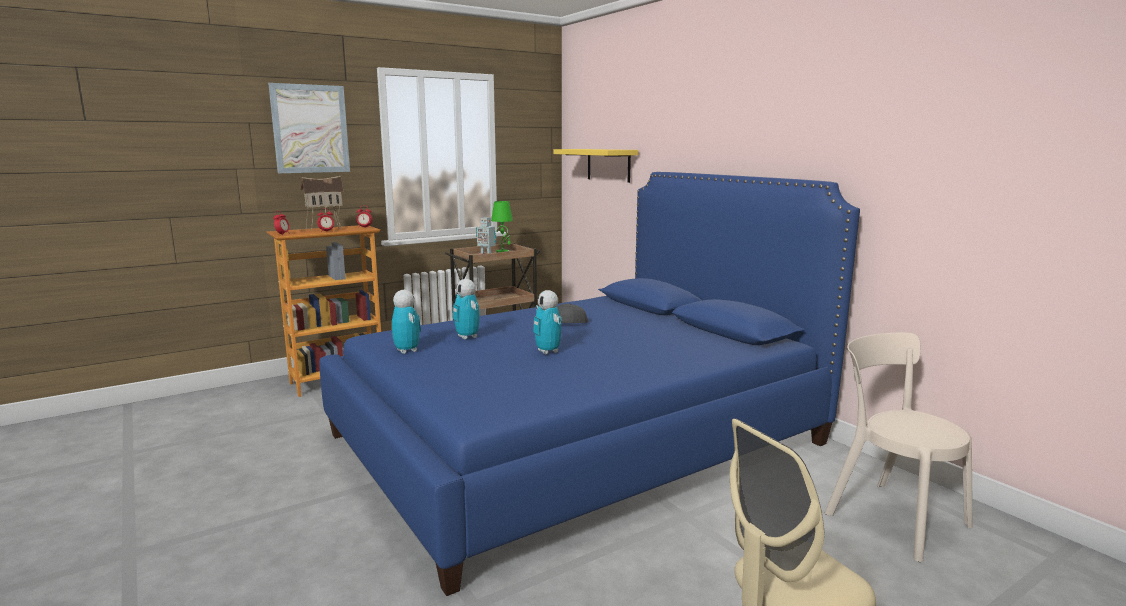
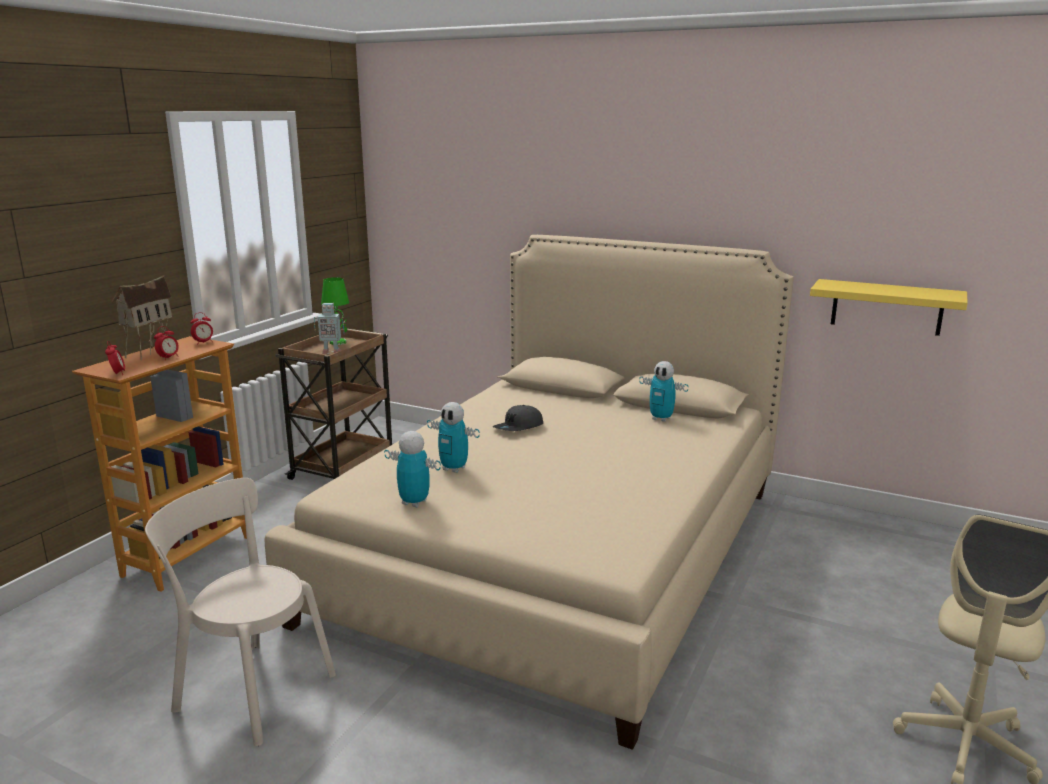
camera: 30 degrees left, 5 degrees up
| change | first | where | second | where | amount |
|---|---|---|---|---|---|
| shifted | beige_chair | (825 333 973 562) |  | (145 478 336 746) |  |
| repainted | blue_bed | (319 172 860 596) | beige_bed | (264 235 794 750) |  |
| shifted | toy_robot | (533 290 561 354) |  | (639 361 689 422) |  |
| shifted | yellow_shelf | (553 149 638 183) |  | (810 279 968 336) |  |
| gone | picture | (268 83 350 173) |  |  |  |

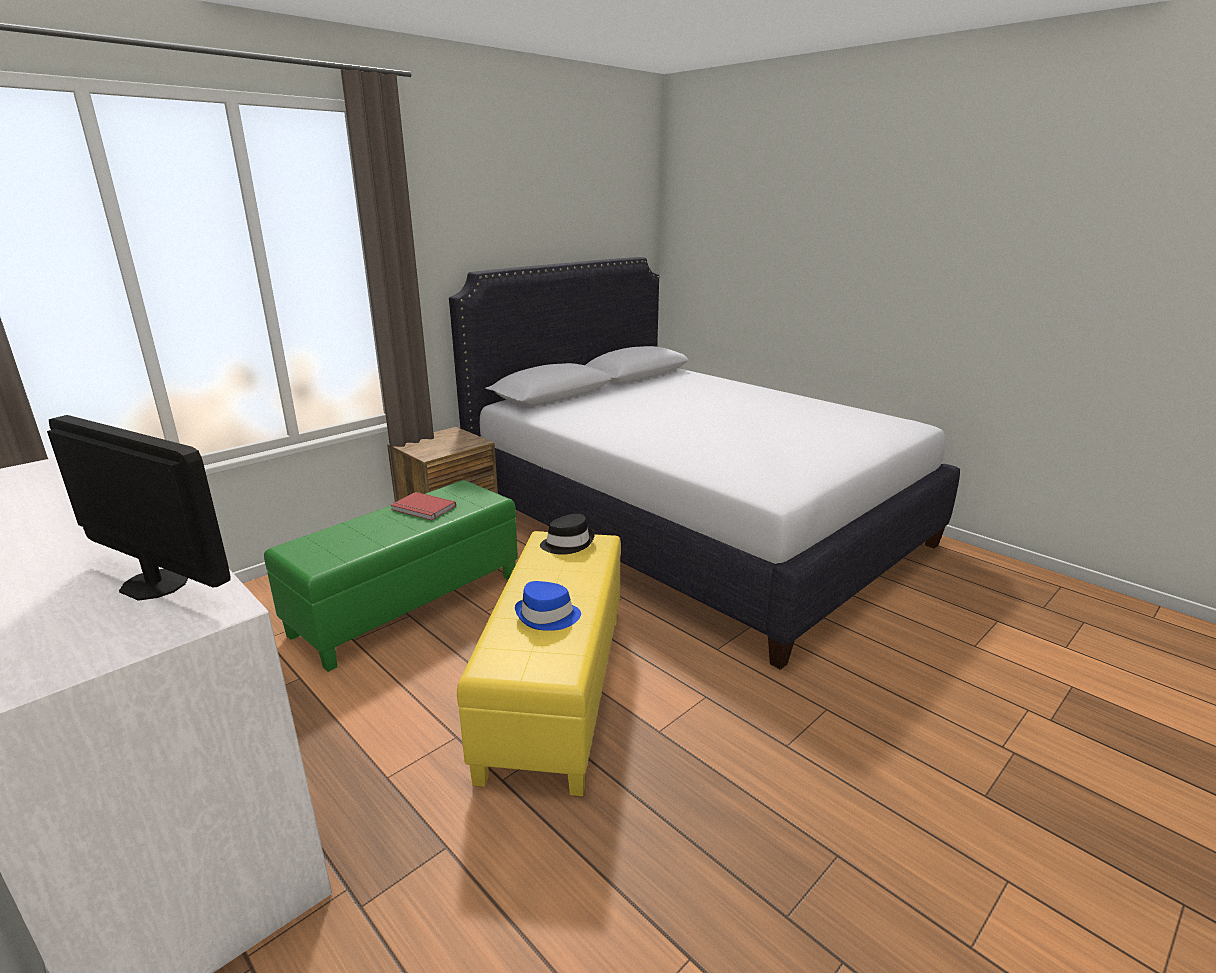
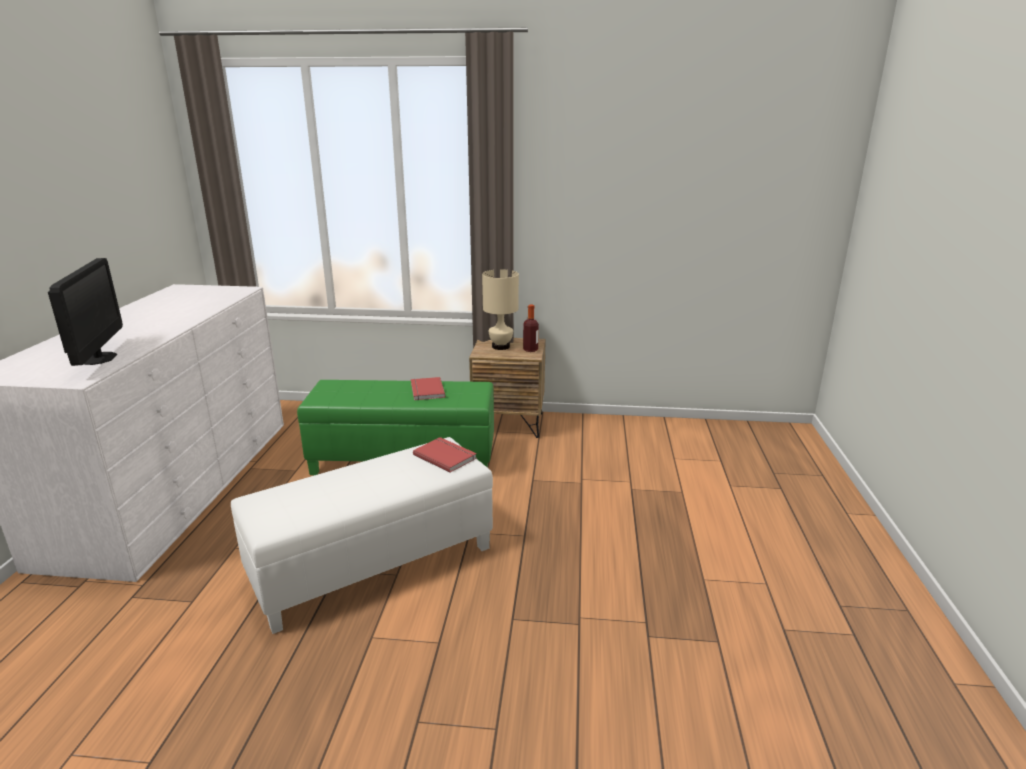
camera: 50 degrees right, 0 degrees up
| change | first | where | second | where | amount |
|---|---|---|---|---|---|
| repainted | yellow_ottoman | (457 531 621 796) | white_ottoman | (231 437 493 634) |  |
| swapped | black_hat | (540 514 595 555) | red_book | (413 437 477 473) |  |
| new |  |  | beige_table_lamp | (482 269 519 350) |  |
| new |  |  | bottle | (523 304 539 352) |  |
| gone | white_bed | (449 257 960 670) |  |  |  |
| gone | blue_hat | (515 581 581 631) |  |  |  |

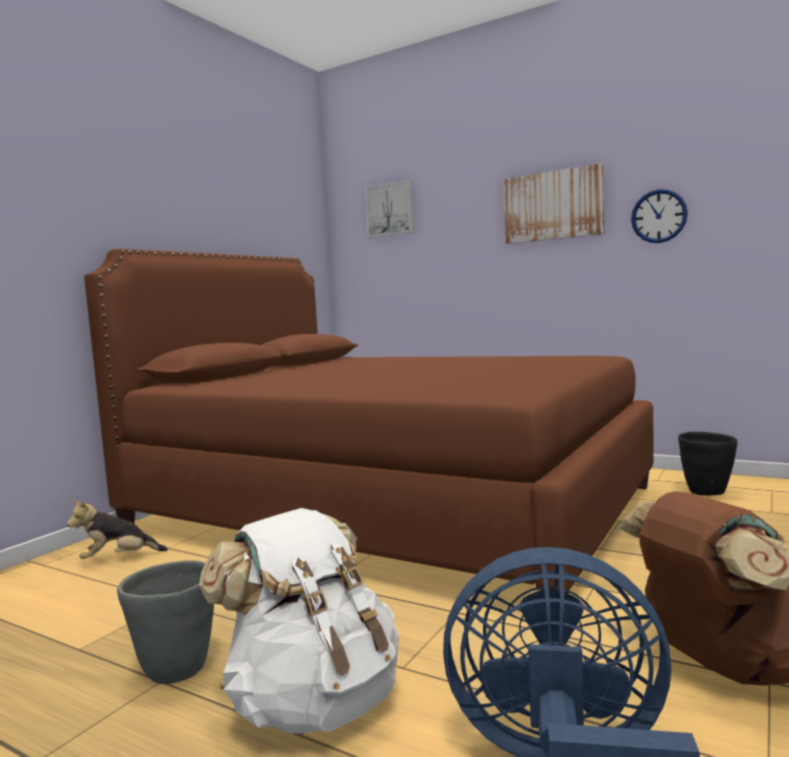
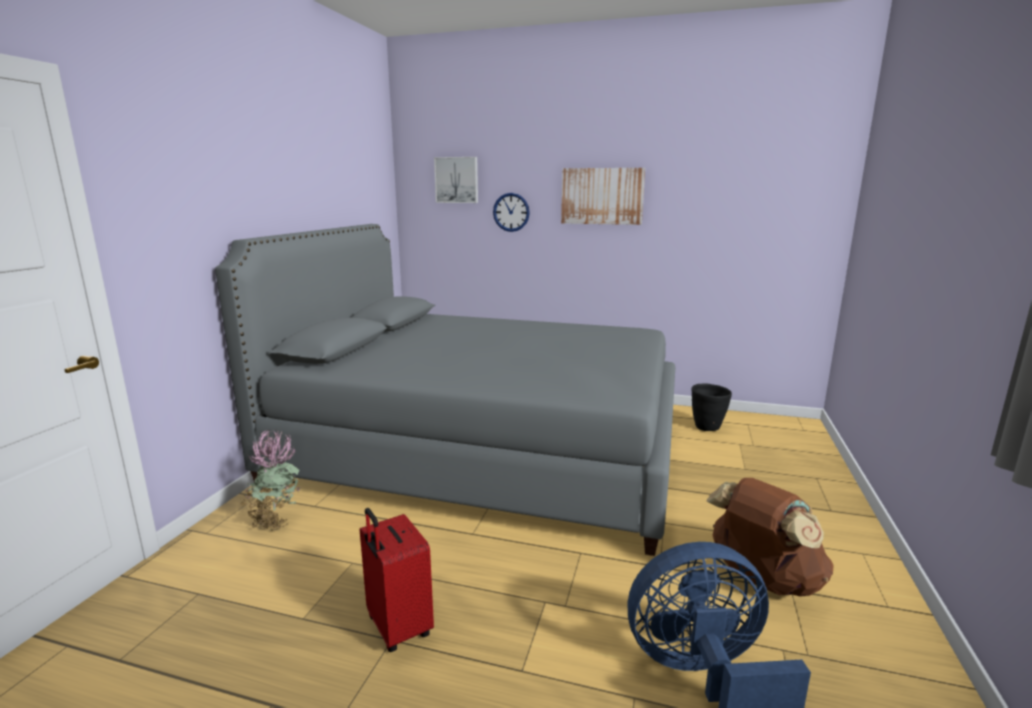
camera: 15 degrees left, 10 degrees up
| change | first | where | second | where | amount |
|---|---|---|---|---|---|
| repainted | brown_bed | (84 249 654 594) | grey_bed | (215 224 675 556) |  |
| swapped | plush_toy | (66 500 168 559) | potted_plant | (240 429 300 530) |  |
| swapped | grey_planter | (117 560 214 684) | red_suitcase | (360 508 434 652) |  |
| shifted | wall_clock | (631 189 688 243) |  | (493 193 530 232) |  |
| gone | white_backpack | (199 508 399 734) |  |  |  |

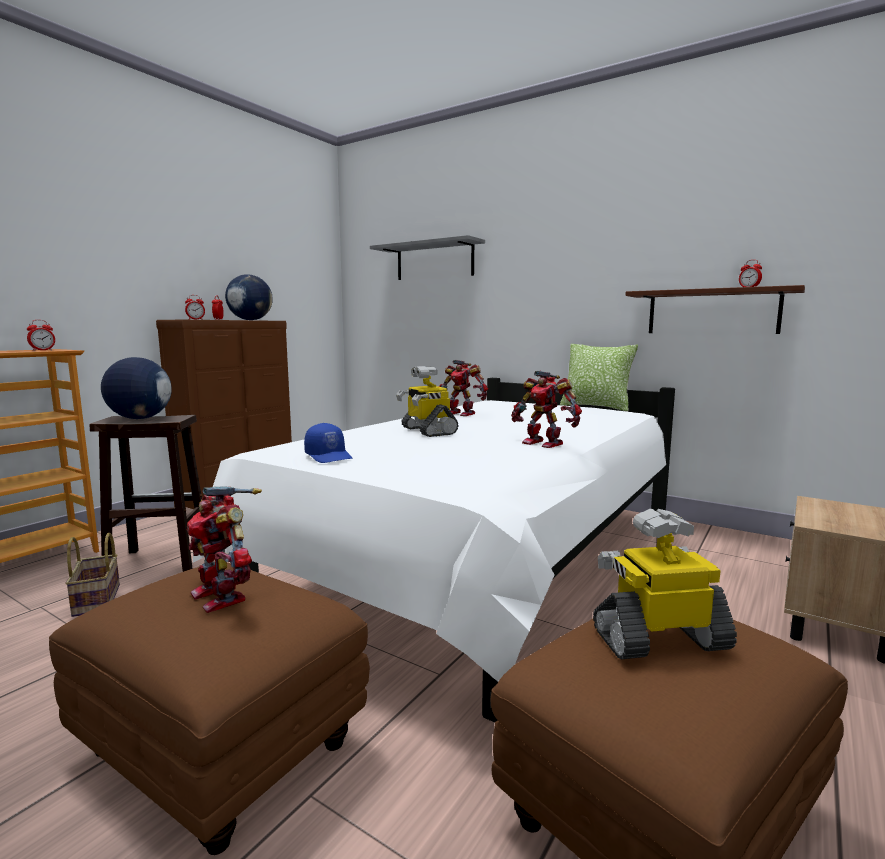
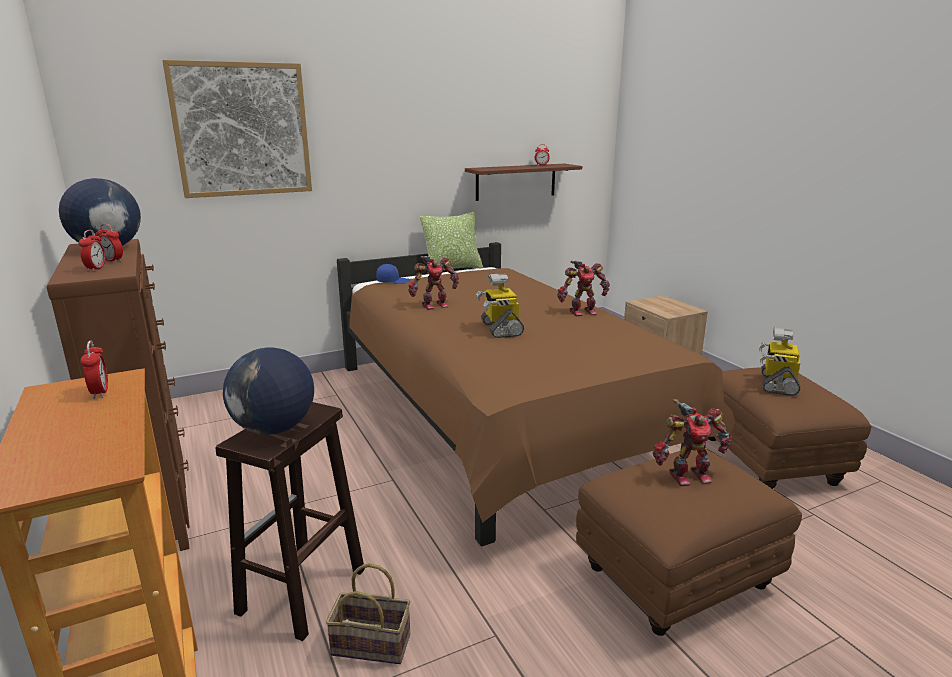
camera: 60 degrees left, 10 degrees up
| change | first | where | second | where | amount |
|---|---|---|---|---|---|
| swapped | grey_shelf | (370 235 485 280) | picture | (162 60 312 198) |  |
| repainted | white_bed | (193 378 675 722) | brown_bed | (337 242 735 547) |  |
| shifted | blue_cap | (304 423 353 463) |  | (376 264 410 284) |  |
| rotated | toy_robot | (396 366 458 437) |  | (476 274 524 338) | 75 degrees clockwise |

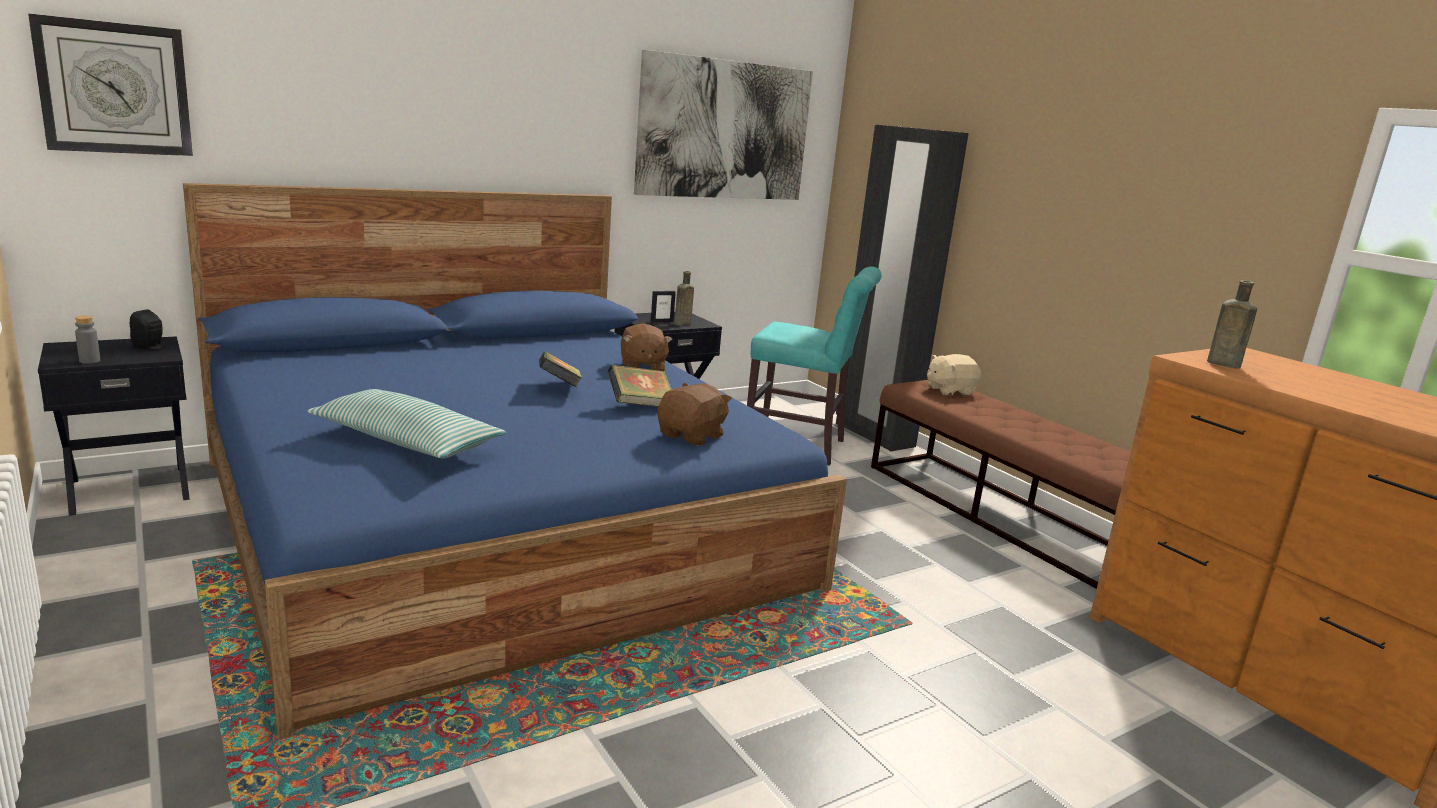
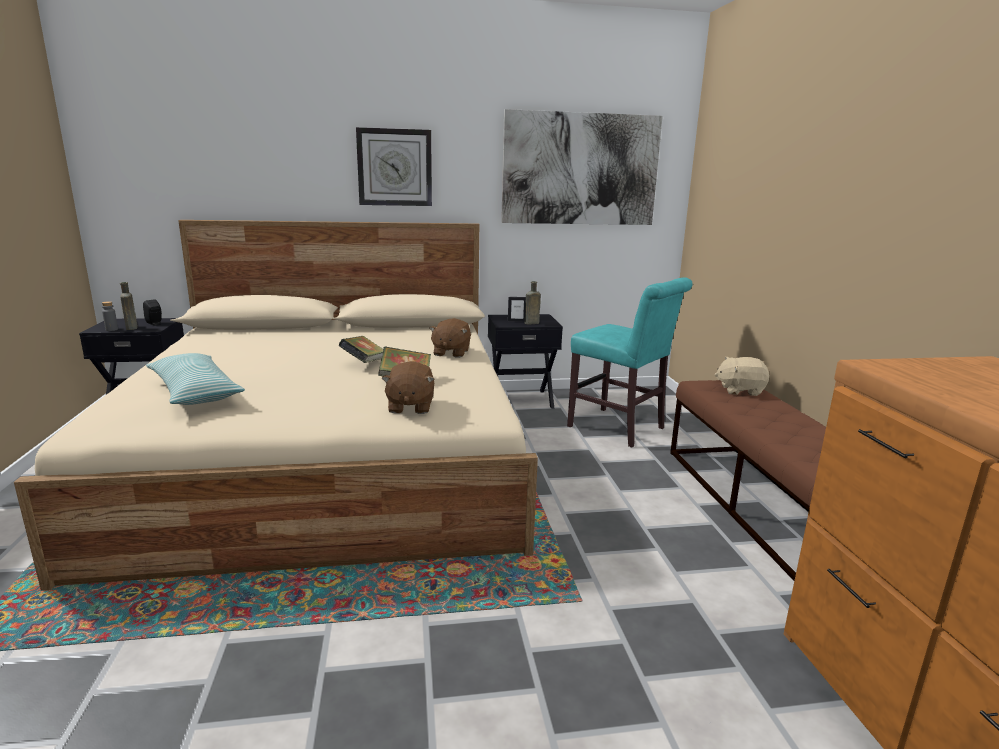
camera: 25 degrees right, 0 degrees up
| change | first | where | second | where | amount |
|---|---|---|---|---|---|
| repainted | blue_bed | (183 183 847 739) | beige_bed | (14 220 538 591) |  |
| shifted | brown_bottle | (1207 281 1257 369) |  | (120 282 138 330) |  |
| shifted | wall_clock | (28 13 193 156) |  | (356 127 432 206) |  |
| rotated | brown_plush_toy | (658 383 732 446) |  | (381 361 434 414) | 120 degrees clockwise |
| gone | black_wardrobe | (836 125 969 451) |  |  |  |

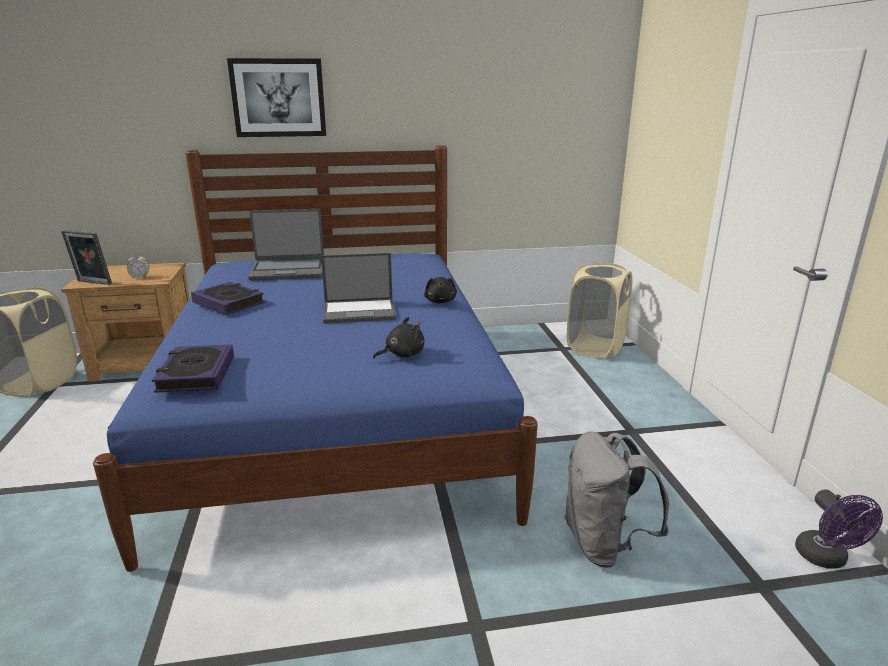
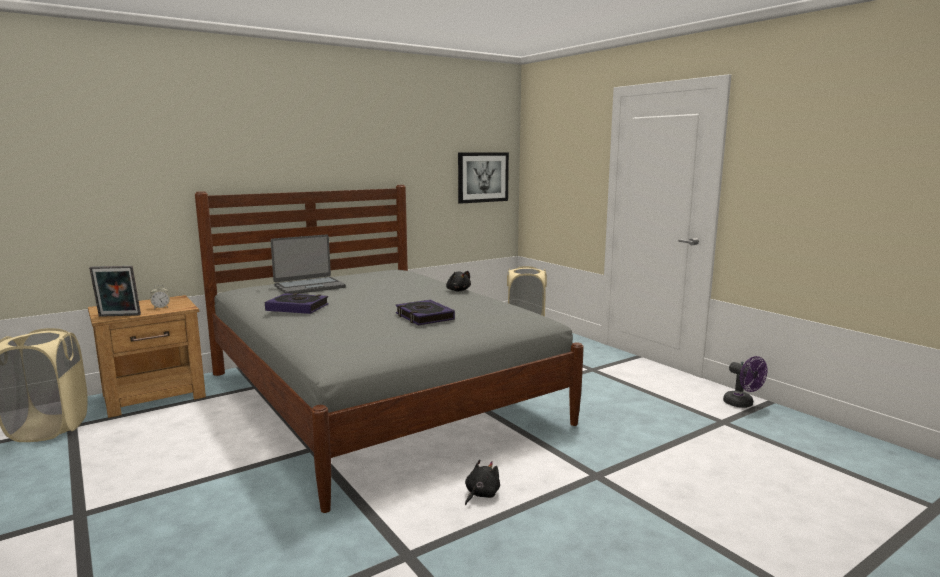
camera: 25 degrees left, 10 degrees down
| change | first | where | second | where | amount |
|---|---|---|---|---|---|
| repainted | blue_bed | (93 145 538 572) | grey_bed | (195 185 584 513) |  |
| shifted | book | (152 345 234 393) |  | (395 300 455 325) |  |
| shifted | picture | (227 58 326 137) |  | (458 152 509 204) |  |
| shifted | black_plush_toy | (373 317 424 359) |  | (465 460 500 505) |  |
| gone | laptop | (321 253 396 324) |  |  |  |
| gone | grey_backpack | (564 432 669 568) |  |  |  |

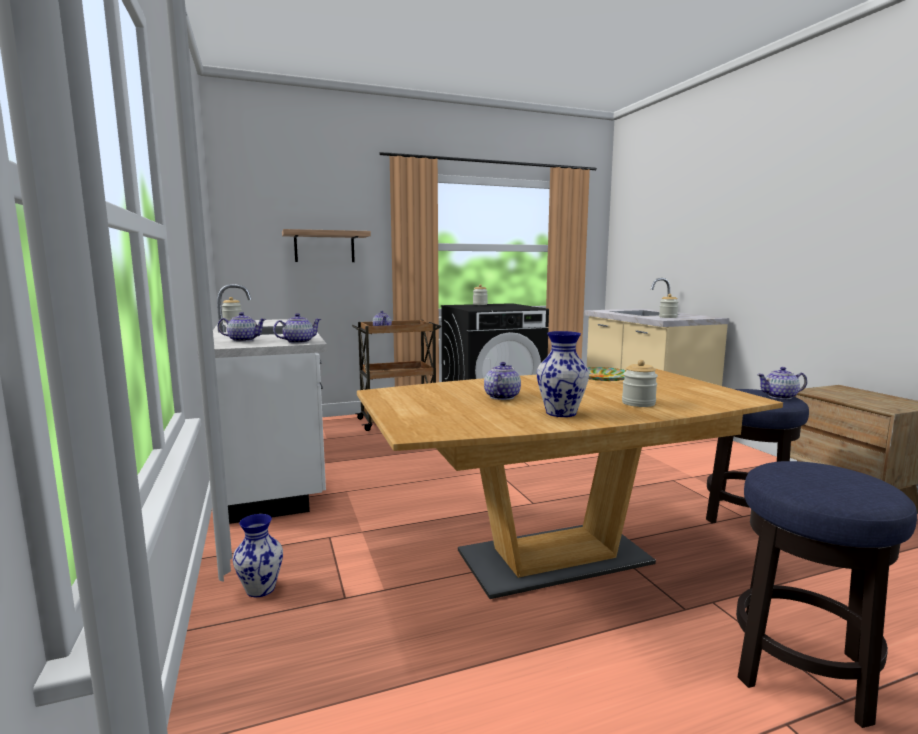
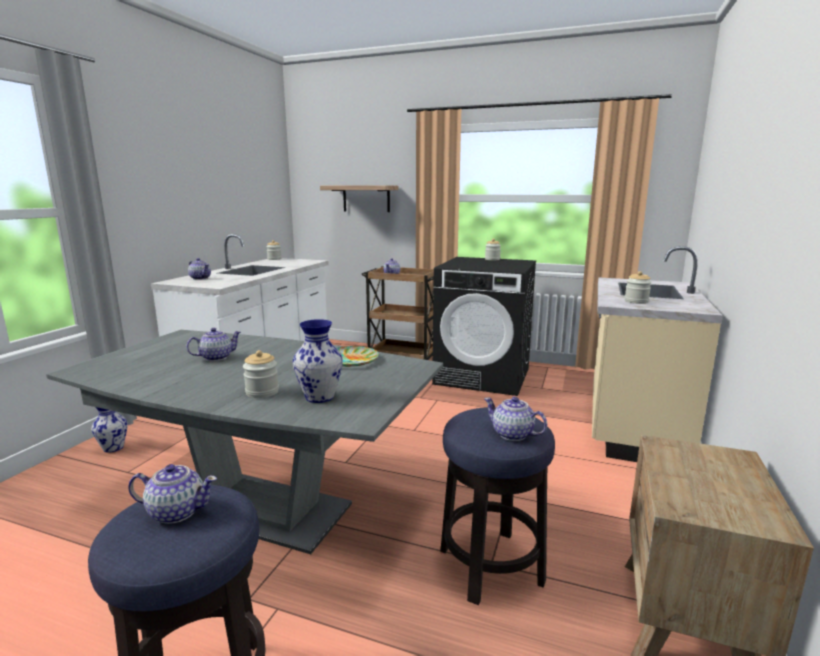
camera: 40 degrees right, 5 degrees up
| change | first | where | second | where | amount |
|---|---|---|---|---|---|
| repainted | brown_dining_table | (357 369 783 599) | grey_dining_table | (46 330 443 554) |  |
| shifted | teapot | (273 313 321 344) |  | (128 464 217 524) |  |
| shifted | vase | (537 331 589 417) |  | (293 319 343 403) |  |

